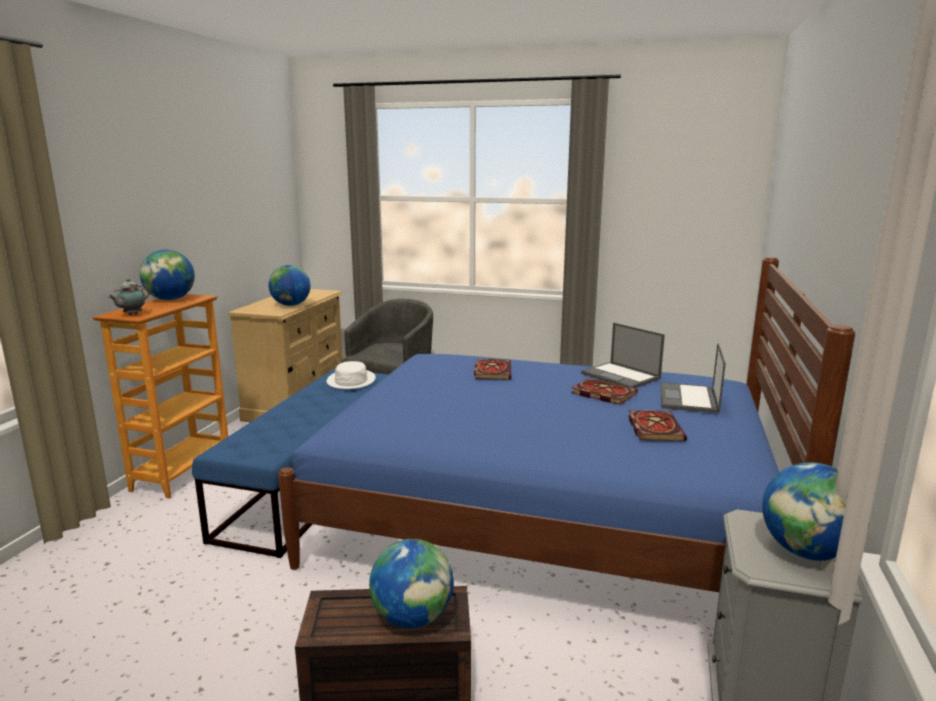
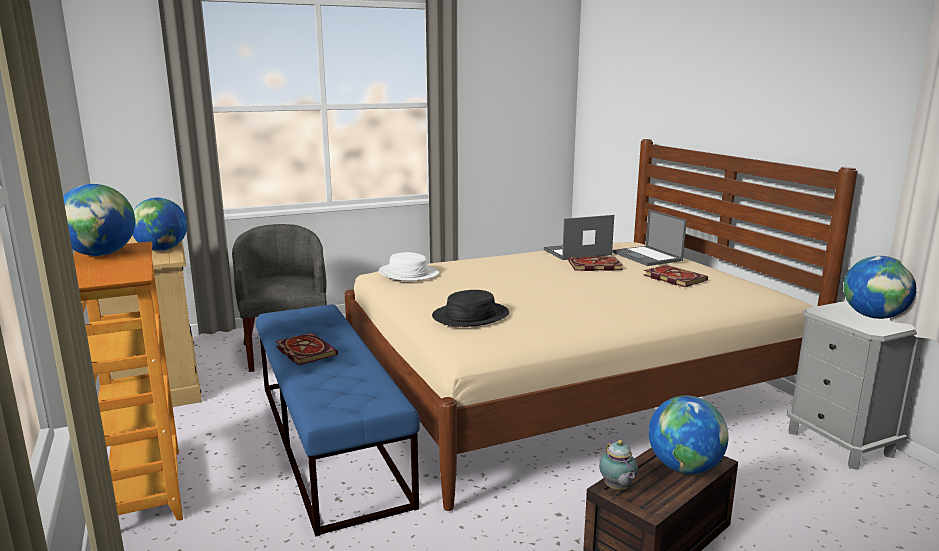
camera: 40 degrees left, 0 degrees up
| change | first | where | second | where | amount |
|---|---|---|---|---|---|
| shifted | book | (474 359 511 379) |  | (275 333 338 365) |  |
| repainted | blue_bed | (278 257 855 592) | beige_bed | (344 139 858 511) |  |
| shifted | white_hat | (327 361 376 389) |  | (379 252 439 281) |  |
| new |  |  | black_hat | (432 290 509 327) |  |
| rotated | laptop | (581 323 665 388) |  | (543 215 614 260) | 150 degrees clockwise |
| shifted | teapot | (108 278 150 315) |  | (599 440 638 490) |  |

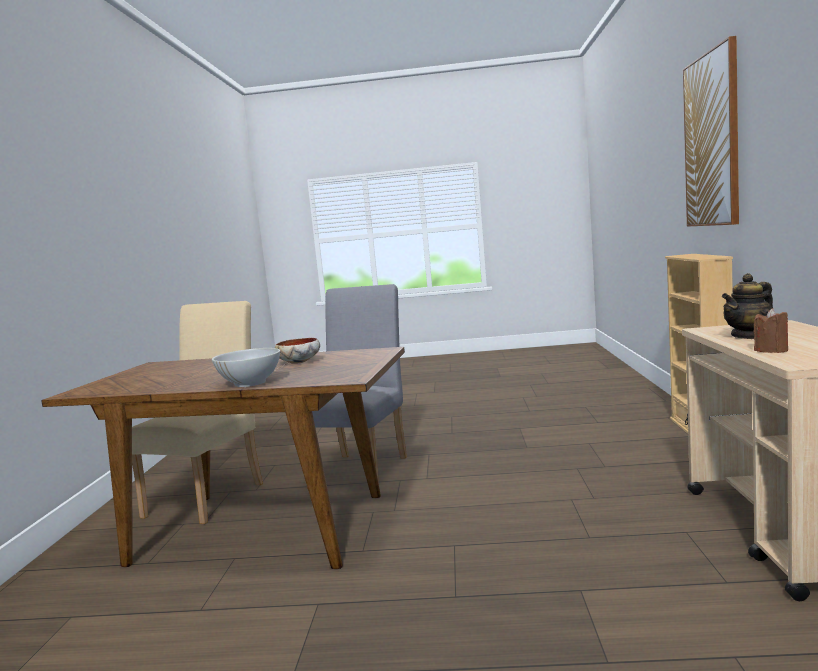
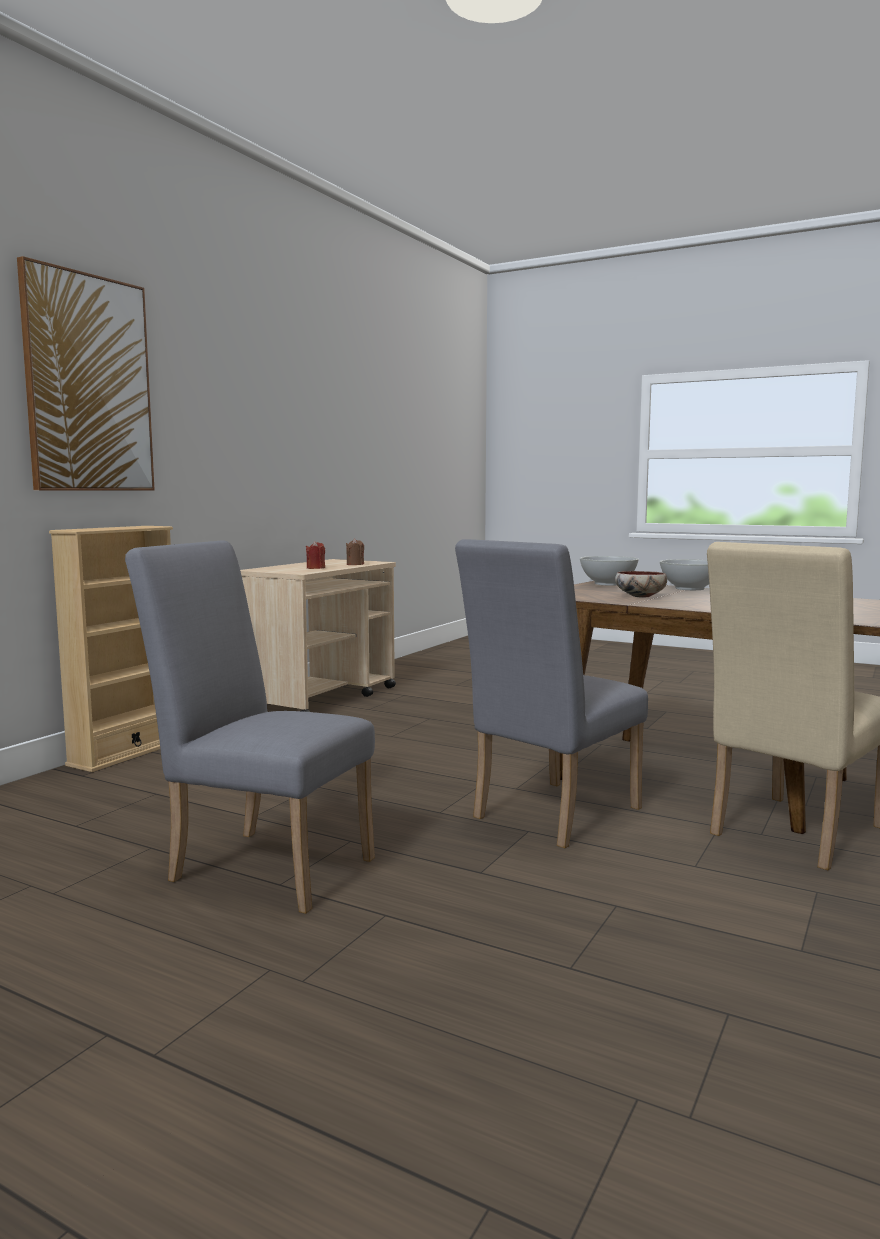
camera: 155 degrees left, 0 degrees up
| change | first | where | second | where | amount |
|---|---|---|---|---|---|
| new |  |  | grey_chair | (125 541 375 914) |  |
| swapped | teapot | (722 273 773 339) | red_candle | (306 541 325 569) |  |
| new |  |  | white_bowl | (580 556 639 586) |  |

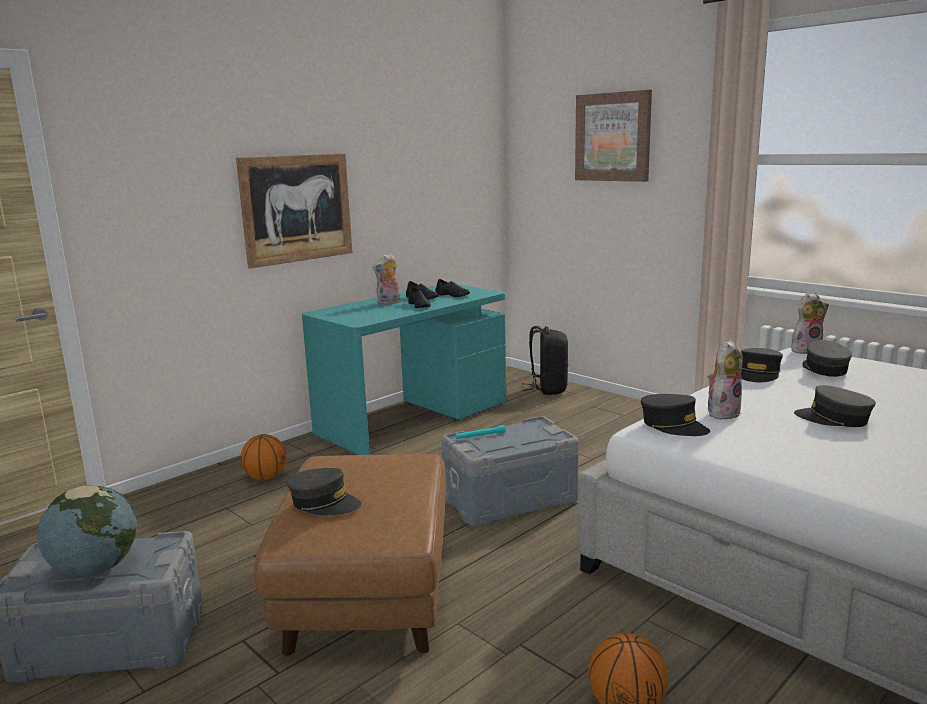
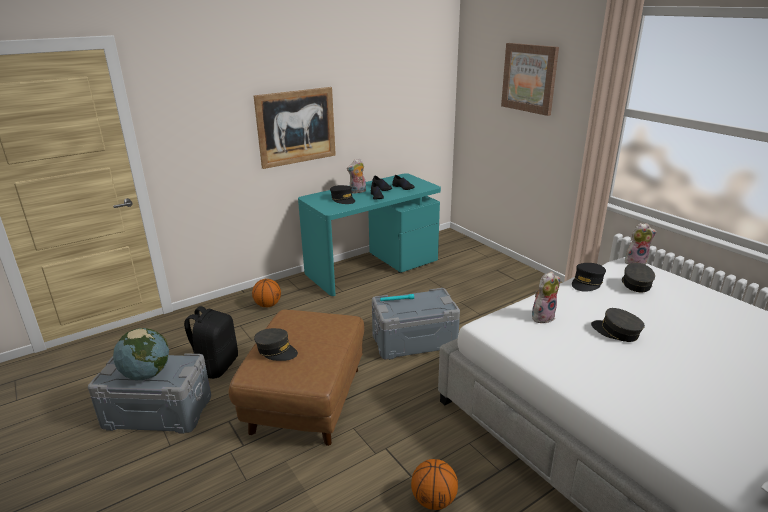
camera: 10 degrees right, 10 degrees up
| change | first | where | second | where | amount |
|---|---|---|---|---|---|
| shifted | black_backpack | (522 326 568 395) |  | (184 306 238 379) |  |
| shifted | black_cap | (641 394 710 436) |  | (330 185 355 204) |  |

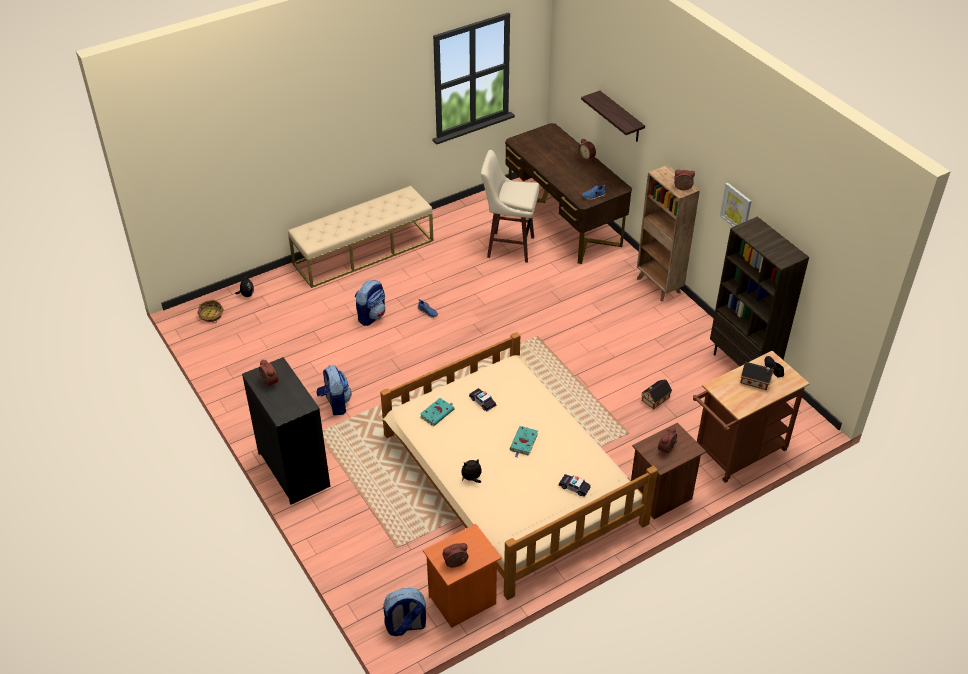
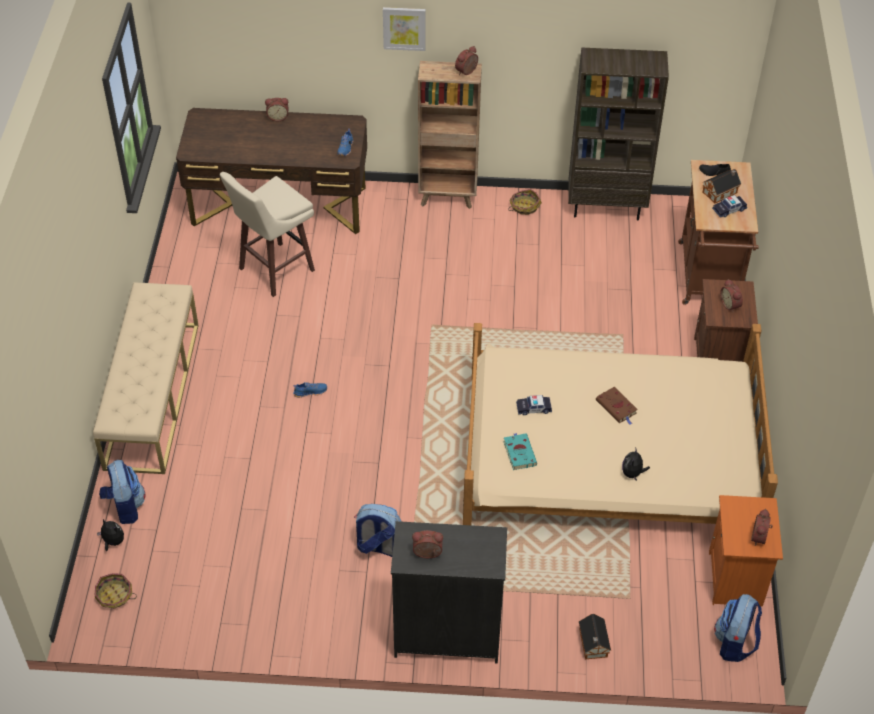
camera: 55 degrees left, 5 degrees up
| change | first | where | second | where | amount |
|---|---|---|---|---|---|
| shifted | backpack | (355 280 385 326) |  | (99 460 145 524) |  |
| shifted | picture | (720 183 751 227) |  | (383 7 426 51) |  |
| new |  |  | basket | (508 189 542 215) |  |
| shifted | toy_house | (641 379 672 409) |  | (579 614 611 659) |  |
| repainted | turquoise_book | (510 426 538 457) | brown_book | (596 387 638 425) |  |
| shifted | toy_car | (558 474 591 497) |  | (712 195 747 218) |  |
| gone | shelf | (581 91 645 142) |  |  |  |

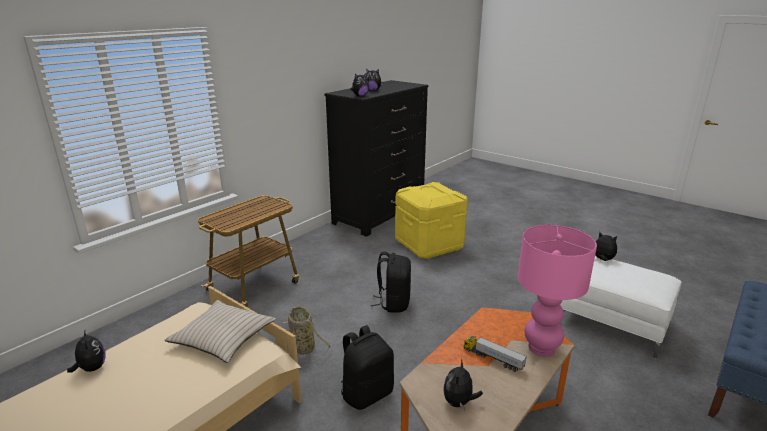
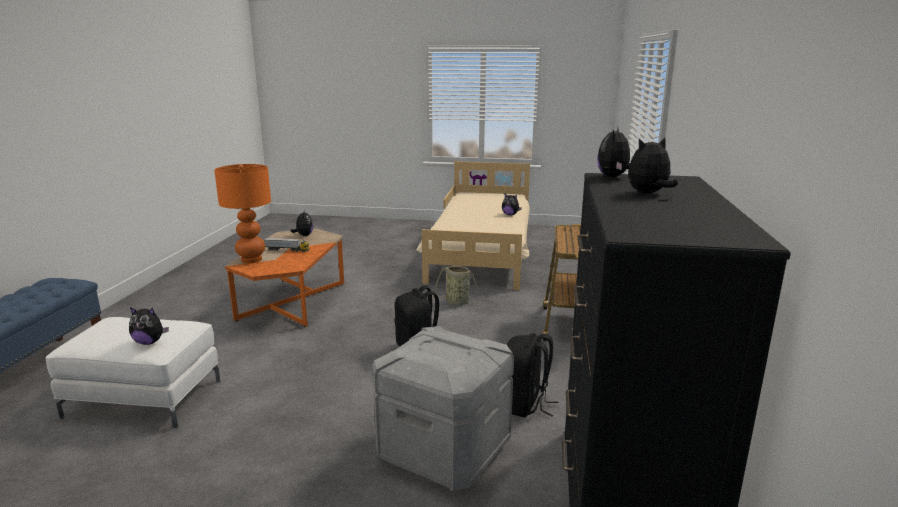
camera: 150 degrees right, 5 degrees down
| change | first | where | second | where | amount |
|---|---|---|---|---|---|
| repainted | pink_table_lamp | (518 225 597 357) | orange_table_lamp | (214 164 271 263) |  |
| repainted | yellow_storage_box | (395 182 468 259) | grey_storage_box | (373 326 514 491) |  |
| shifted | black_backpack | (341 325 394 410) |  | (506 333 558 417) |  |
| gone | beige_pillow | (164 300 276 363) |  |  |  |

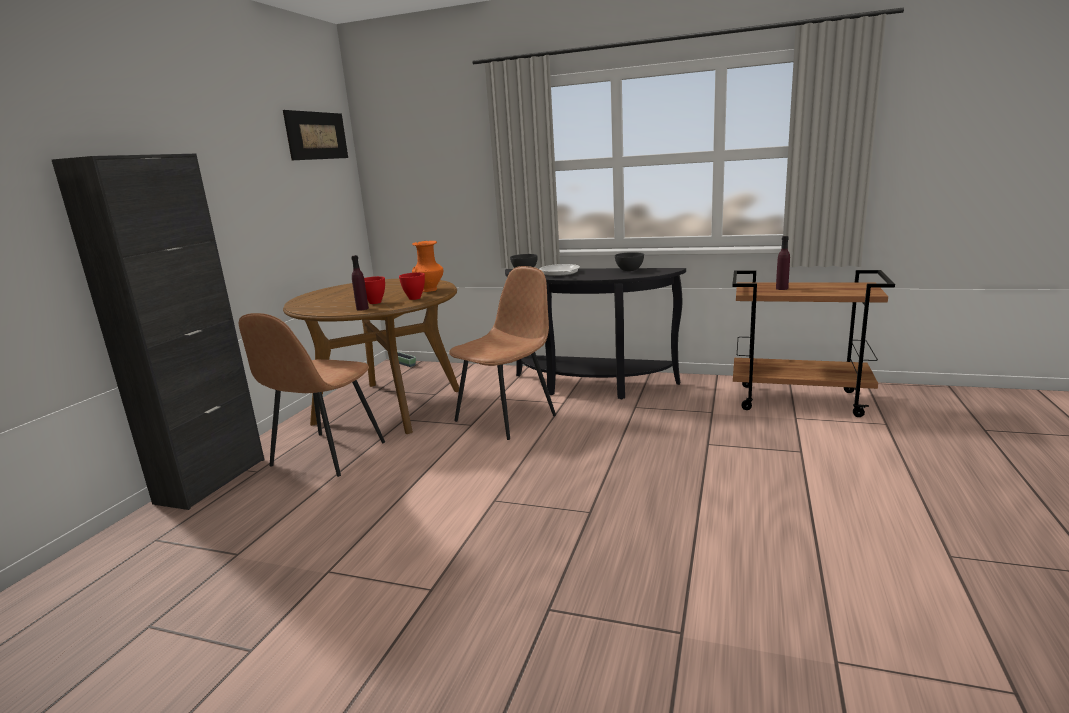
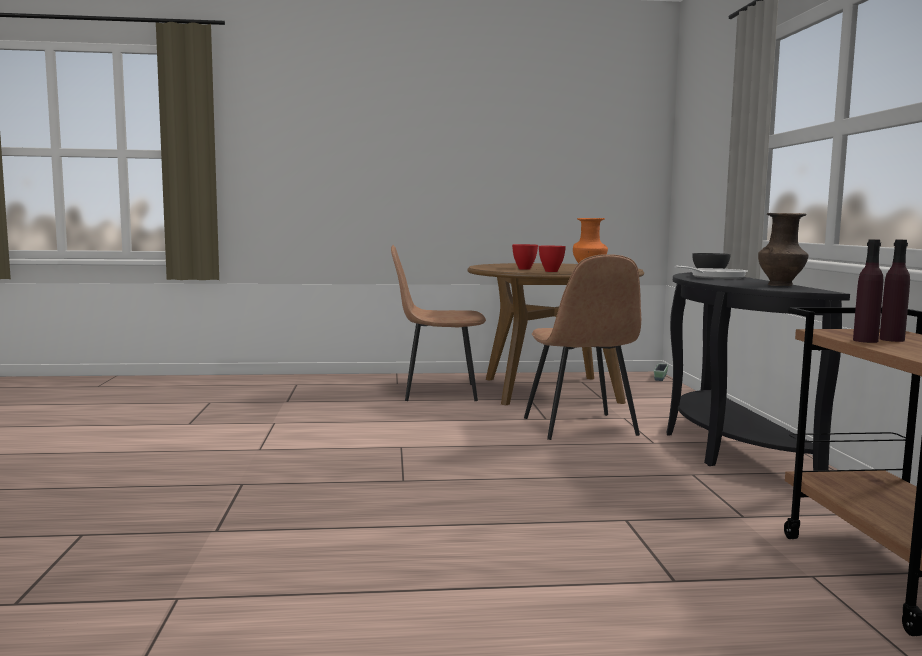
camera: 65 degrees right, 10 degrees down
| change | first | where | second | where | amount |
|---|---|---|---|---|---|
| rotated | brown_chair | (449 266 556 440) |  | (524 254 641 440) | 60 degrees clockwise |
| swapped | grey_bowl | (615 252 644 271) | brown_vase | (758 213 808 286) |  |
| shifted | purple_bottle | (351 255 369 311) |  | (853 239 883 343) |  |
| gone | black_cabinet | (52 153 264 510) |  |  |  |
| gone | picture | (283 110 348 160) |  |  |  |

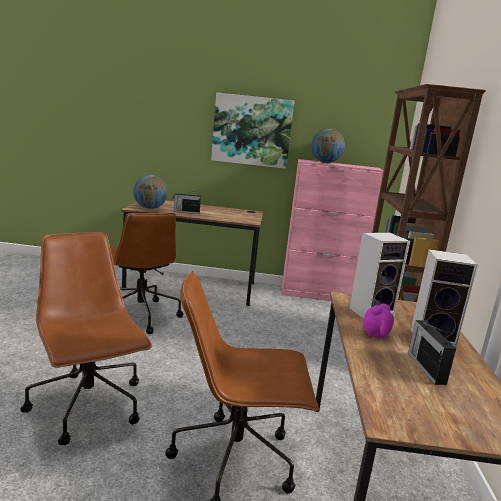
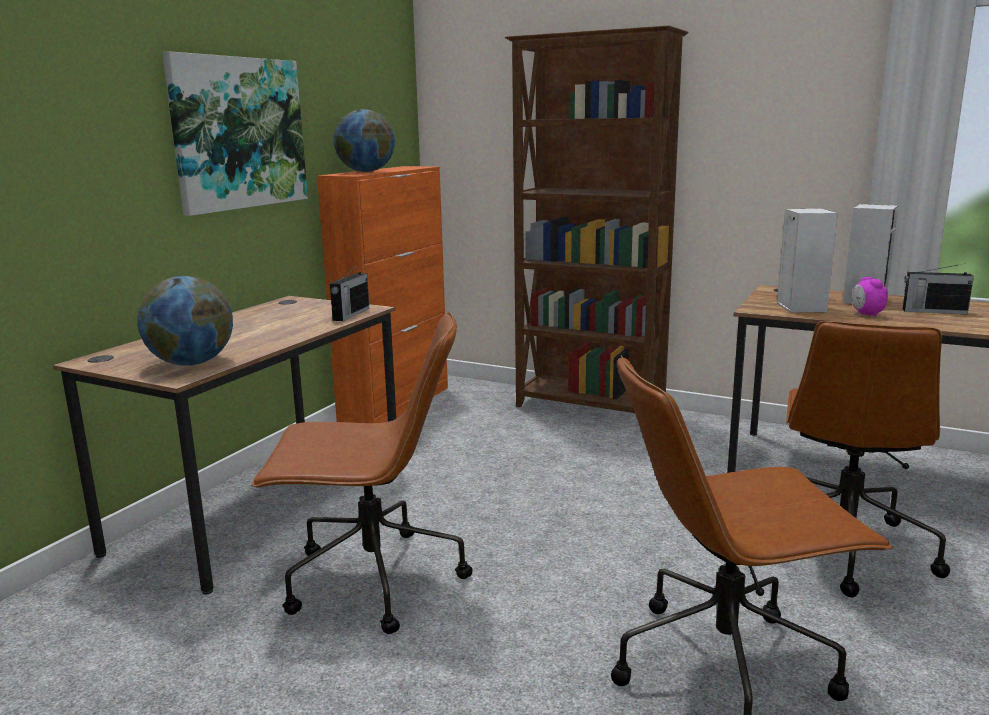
camera: 65 degrees left, 0 degrees up
| change | first | where | second | where | amount |
|---|---|---|---|---|---|
| repainted | pink_cabinet | (282 159 384 301) | orange_cabinet | (317 166 448 423) |  |
| shifted | radio | (173 191 201 214) |  | (330 266 369 321) |  |

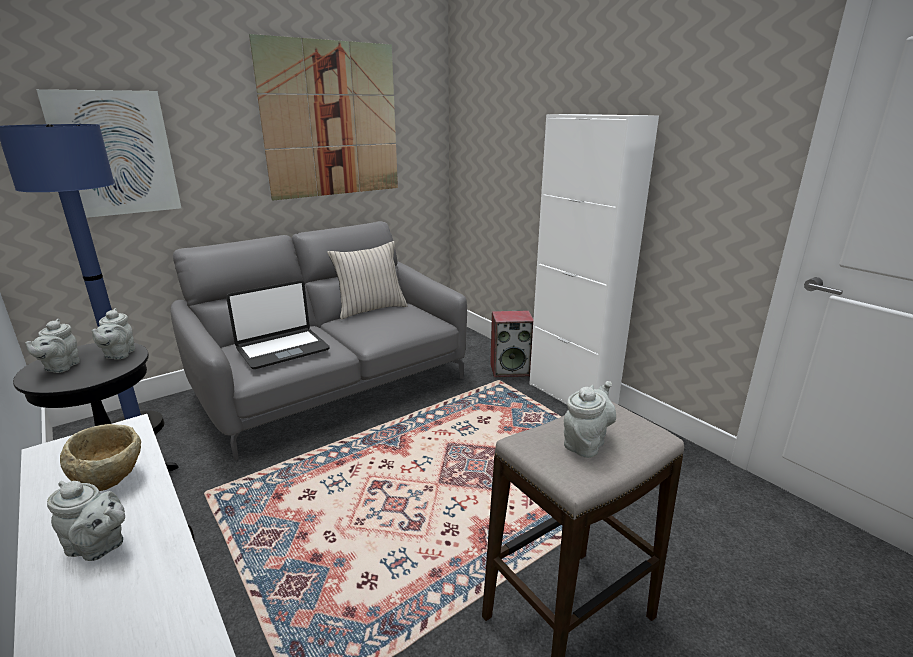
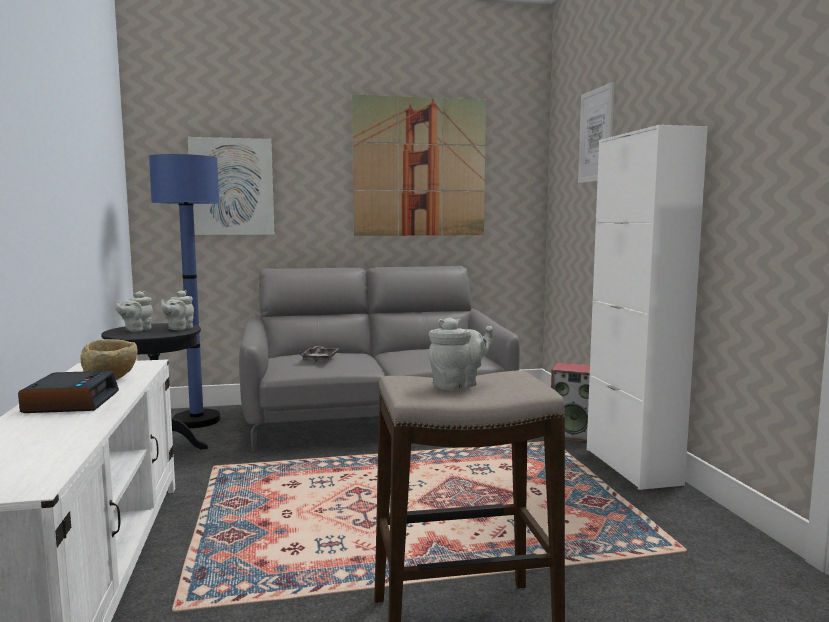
camera: 25 degrees right, 15 degrees down
| change | first | where | second | where | amount |
|---|---|---|---|---|---|
| swapped | grey_teapot | (47 481 125 561) | alarm_clock | (18 371 119 413) |  |
| swapped | laptop | (226 280 330 369) | grey_tray | (299 346 339 362) |  |
| new |  |  | picture | (578 82 614 183) |  |
| gone | beige_pillow | (327 241 408 319) |  |  |  |

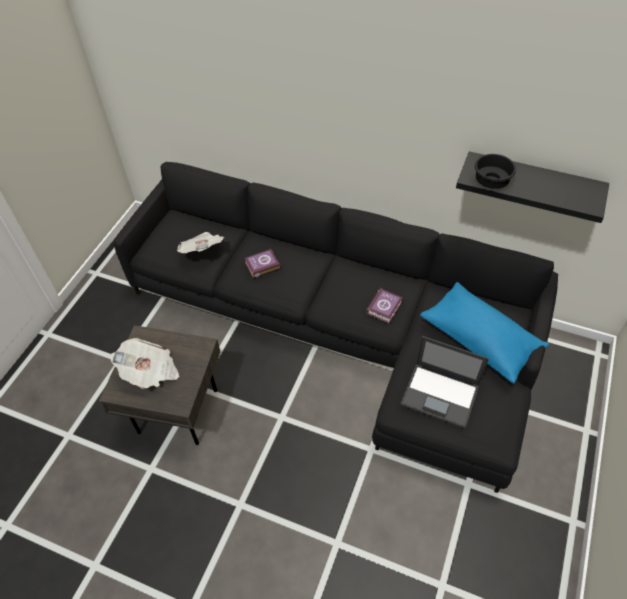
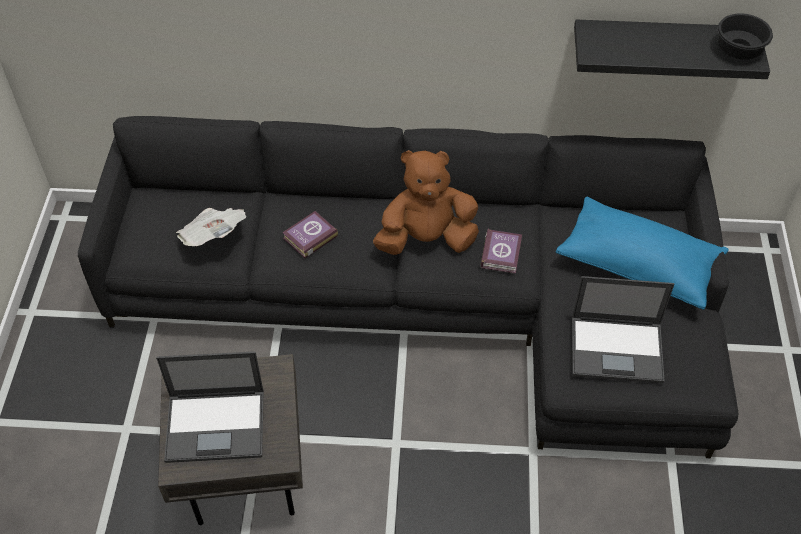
camera: 20 degrees left, 0 degrees up
| change | first | where | second | where | amount |
|---|---|---|---|---|---|
| swapped | newspaper | (111 338 179 389) | laptop | (156 351 264 463) |  |
| new |  |  | brown_plush_toy | (373 150 479 255) |  |
| shifted | black_bowl | (474 154 516 189) |  | (717 13 773 59) |  |

